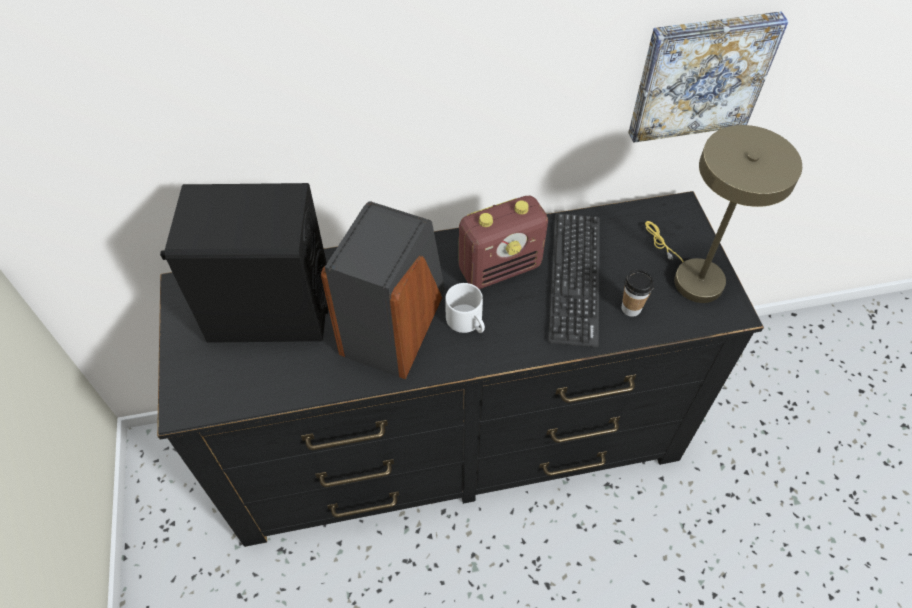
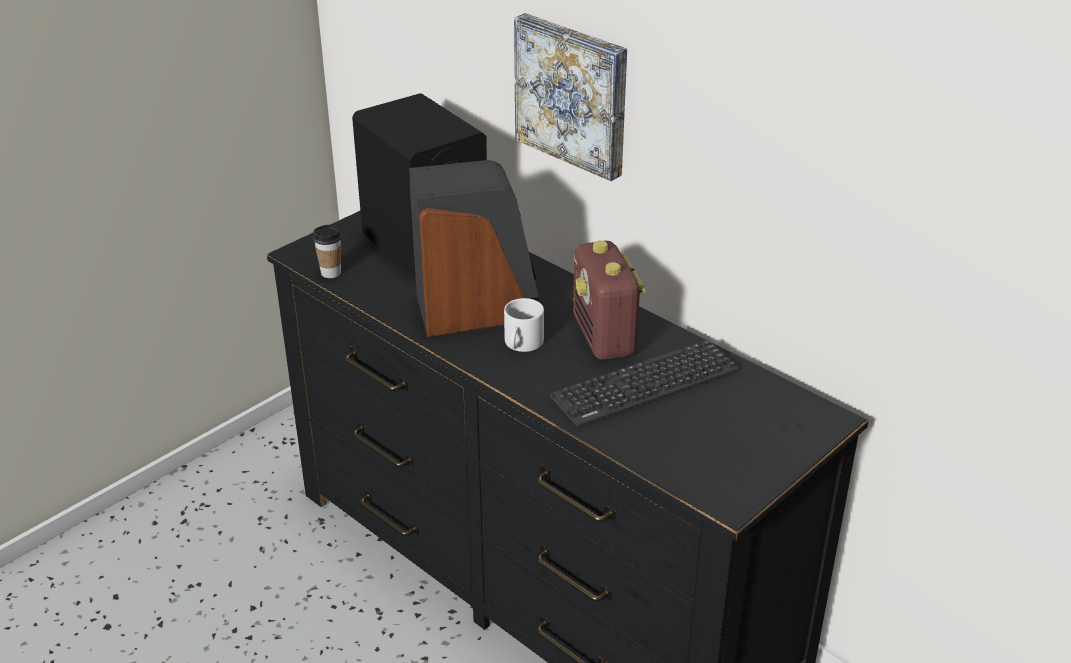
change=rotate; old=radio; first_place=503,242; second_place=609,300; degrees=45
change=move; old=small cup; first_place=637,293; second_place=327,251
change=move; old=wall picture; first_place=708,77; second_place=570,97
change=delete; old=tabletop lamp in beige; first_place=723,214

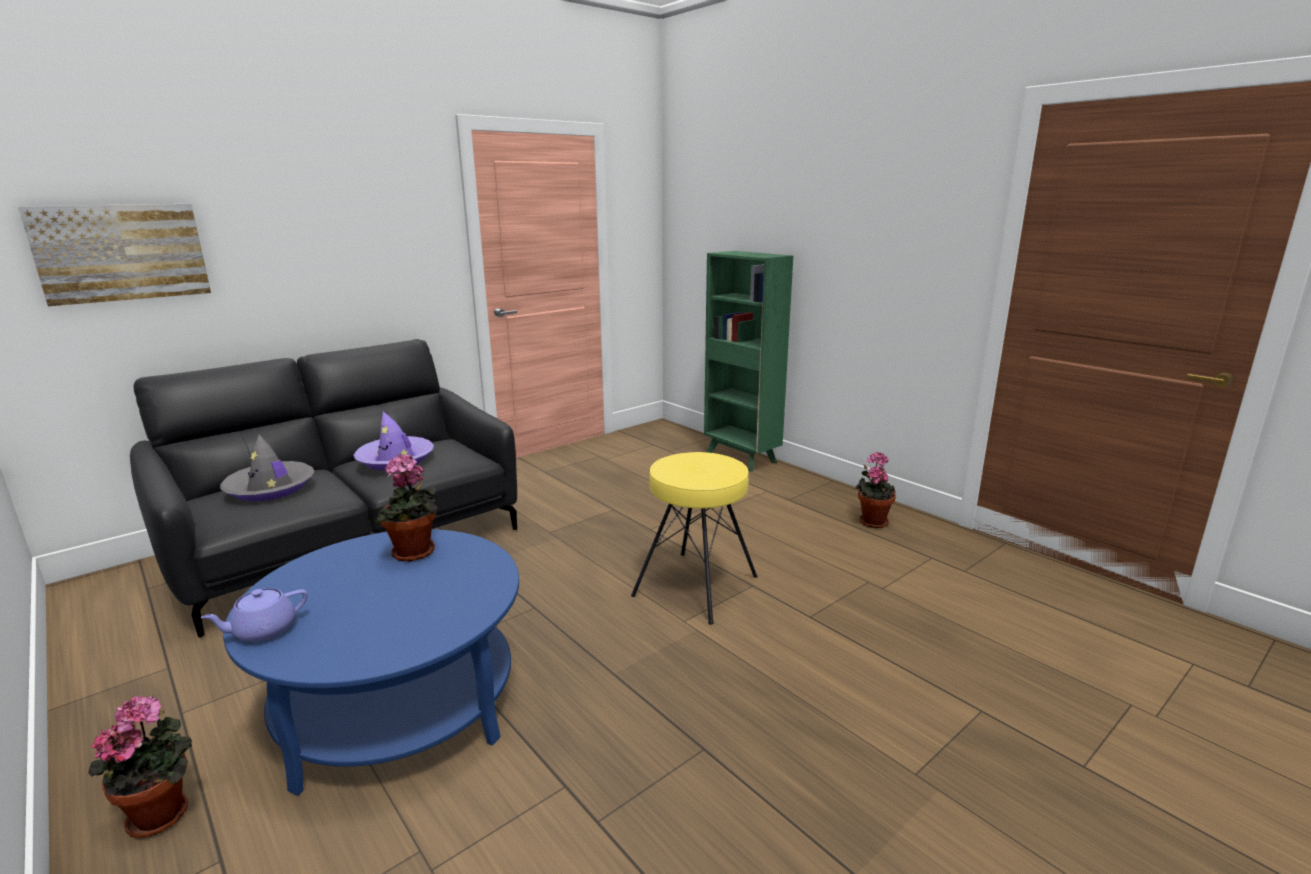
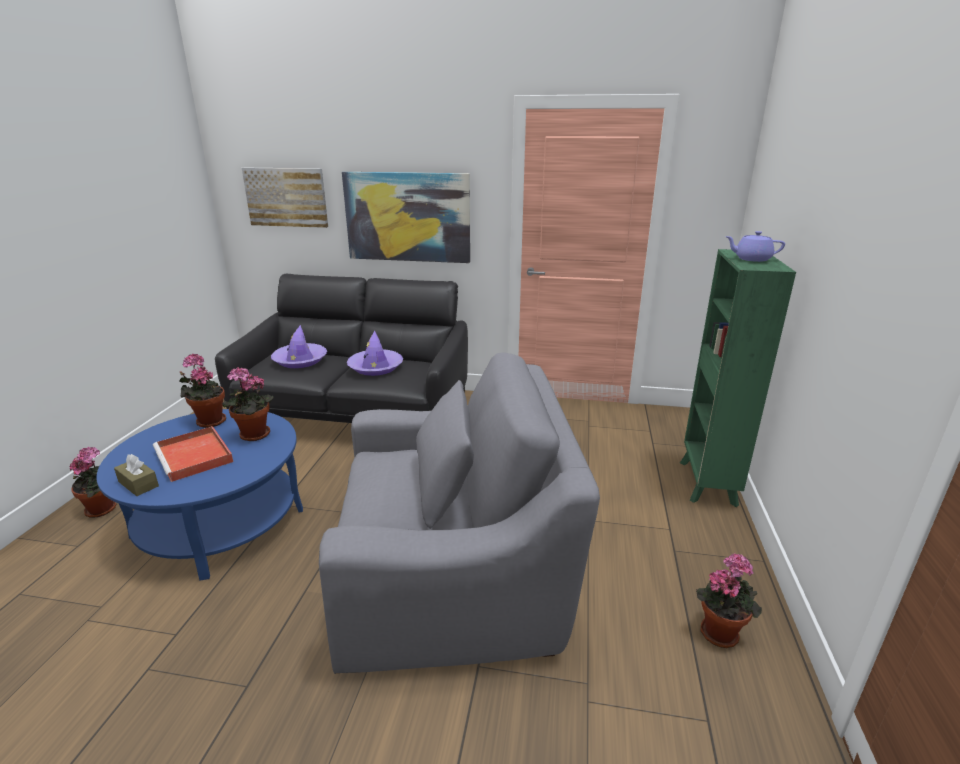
change=move; old=tea pot in purple-coloured; first_place=254,615; second_place=755,246
change=recolor; old=clothing hat in greyish; new=clothing hat in purple-coloured; first_place=267,468; second_place=299,346
change=replace; old=stool in yellowish; new=armchair in greyish; first_place=694,538; second_place=459,513
change=insert; new=tissue box in brown; second_place=136,475
change=insert; new=carrying tray in red; second_place=193,454
change=insert; new=plant in a pot; second_place=202,391
change=insert; new=wall picture; second_place=406,217

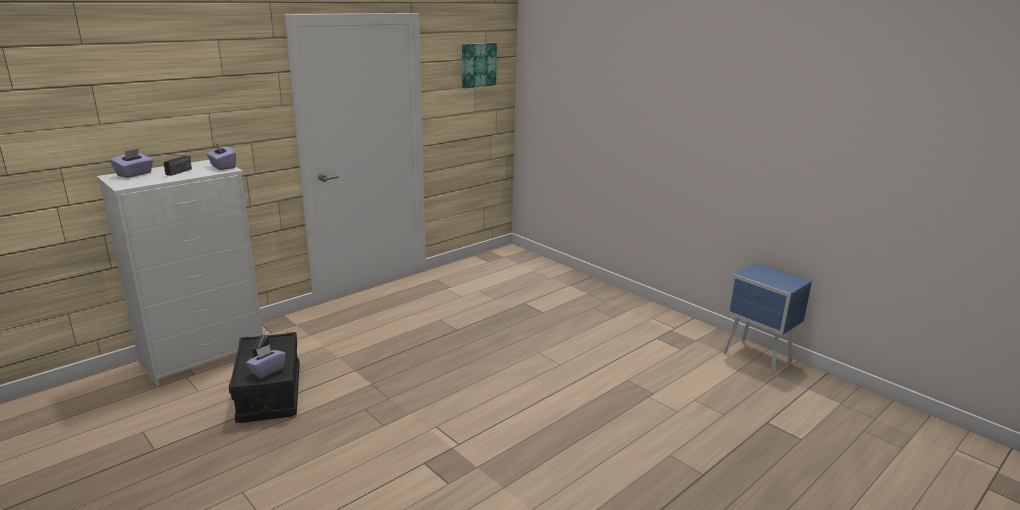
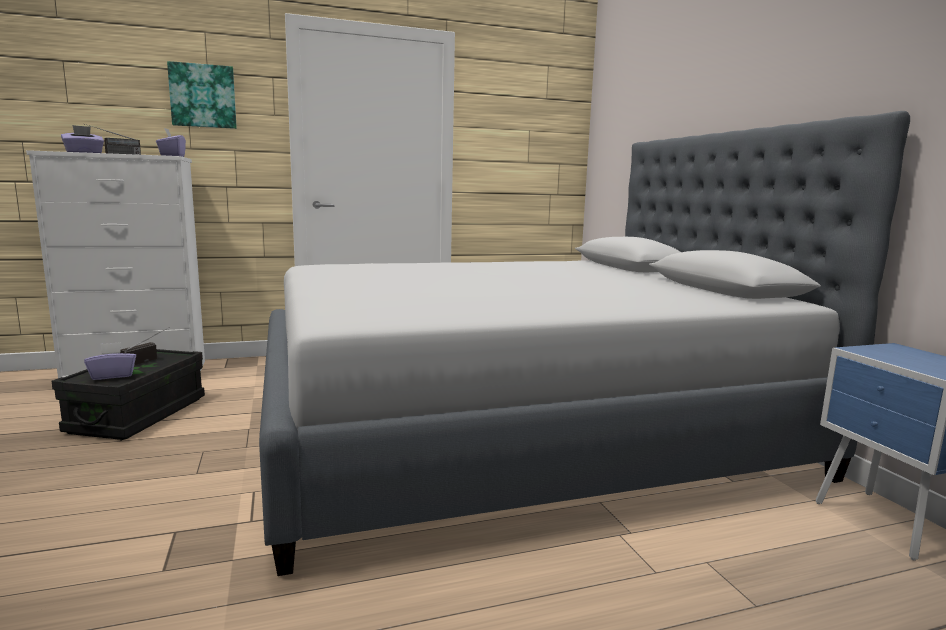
change=move; old=wall picture; first_place=479,65; second_place=202,95
change=insert; new=sleeping bed in greyish; second_place=584,343

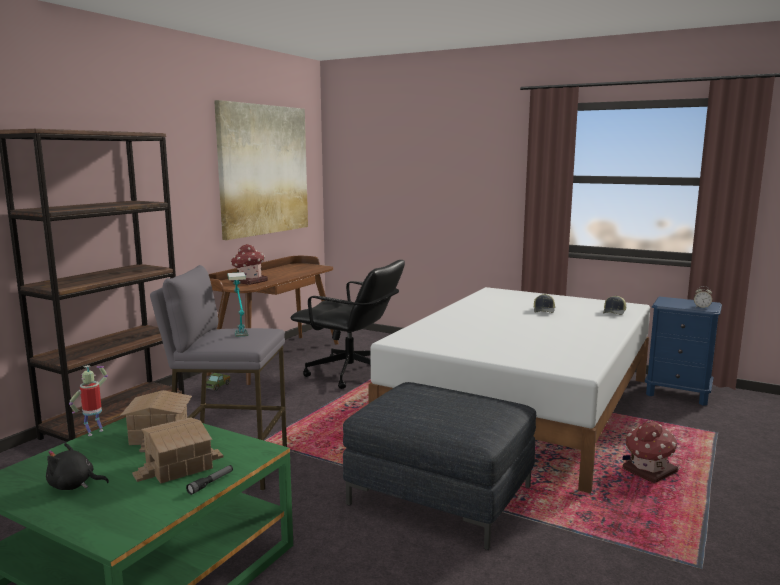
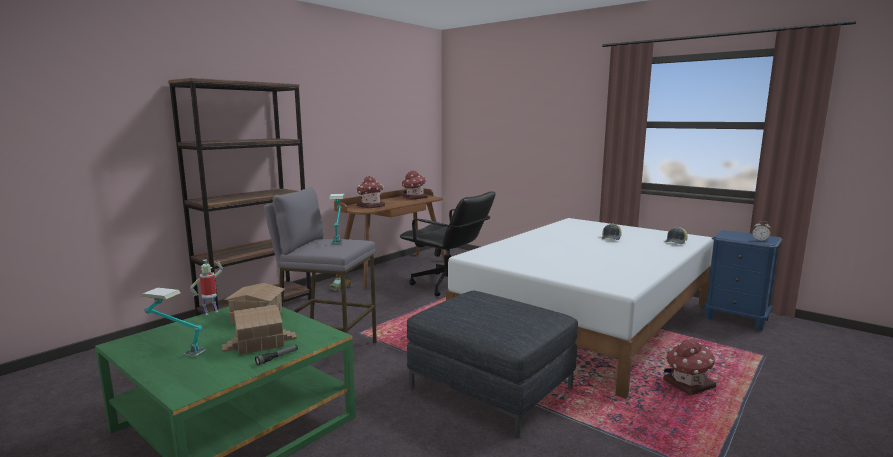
change=replace; old=plush toy in black-coloured; new=tabletop lamp; first_place=77,466; second_place=173,323
change=delete; old=wall picture; first_place=261,170
change=insert; new=miniature house; second_place=415,185

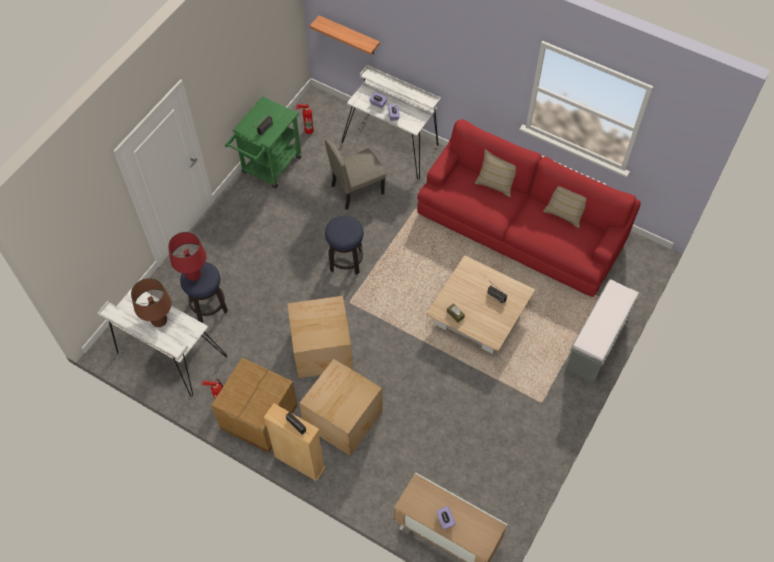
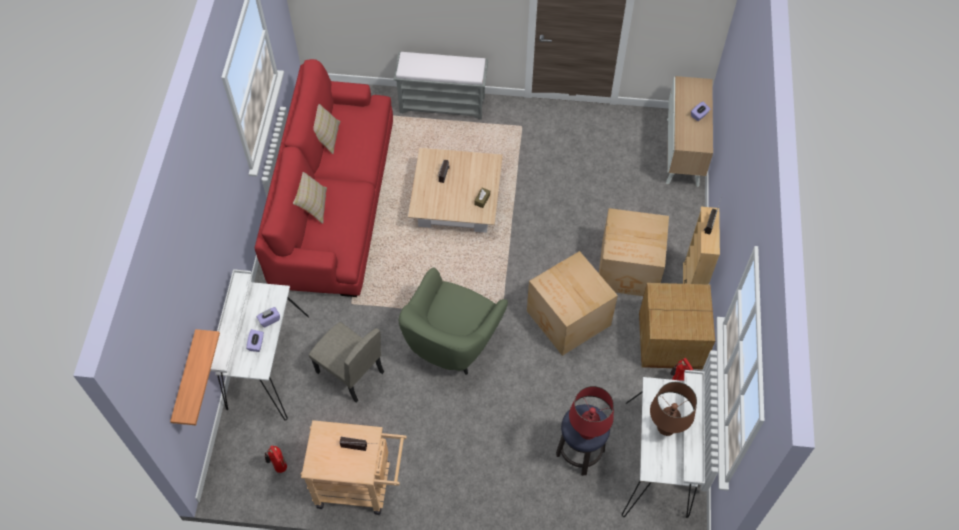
change=recolor; old=wheeled cart in greenish; new=wheeled cart in beige; first_place=263,142; second_place=354,467
change=replace; old=stool; new=armchair in greenish; first_place=344,245; second_place=453,321

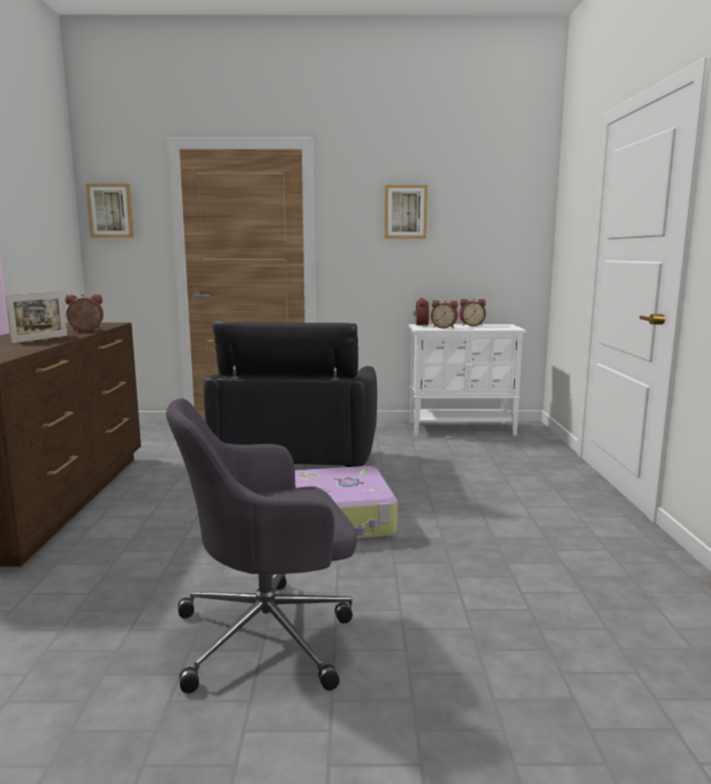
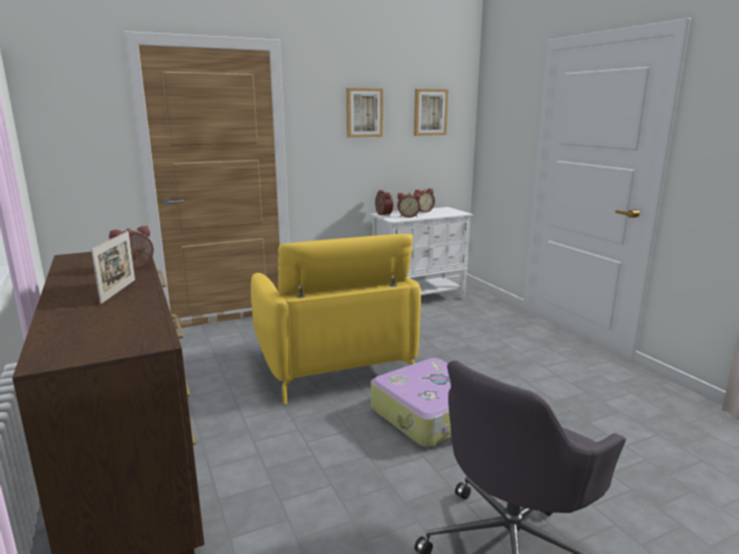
change=move; old=wall picture; first_place=110,210; second_place=431,112
change=recolor; old=armchair in black-coloured; new=armchair in yellowish; first_place=290,394; second_place=336,319

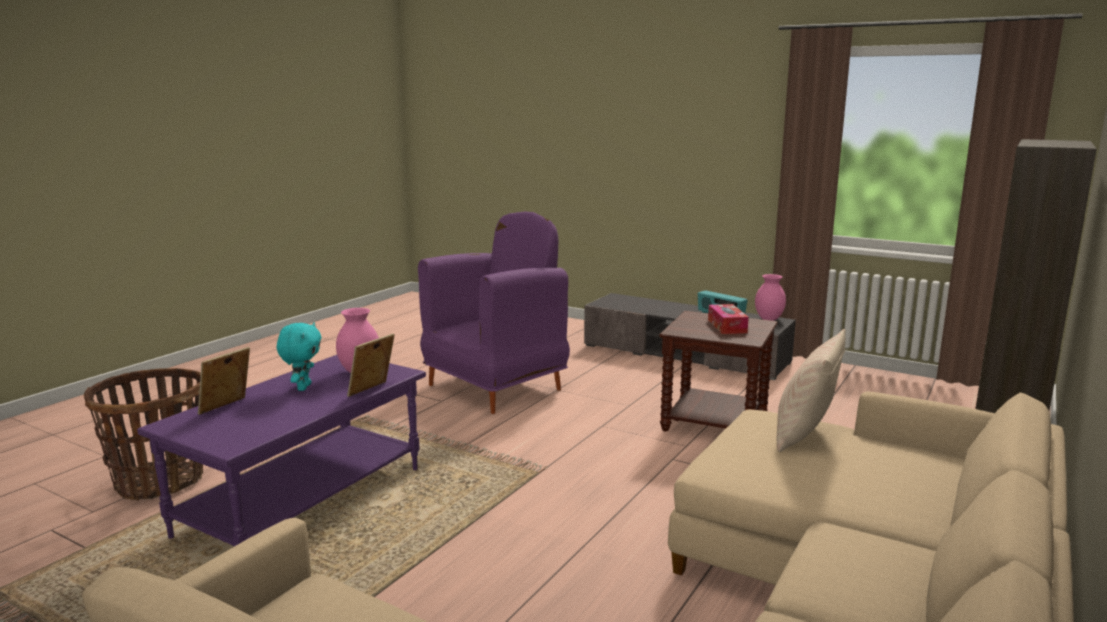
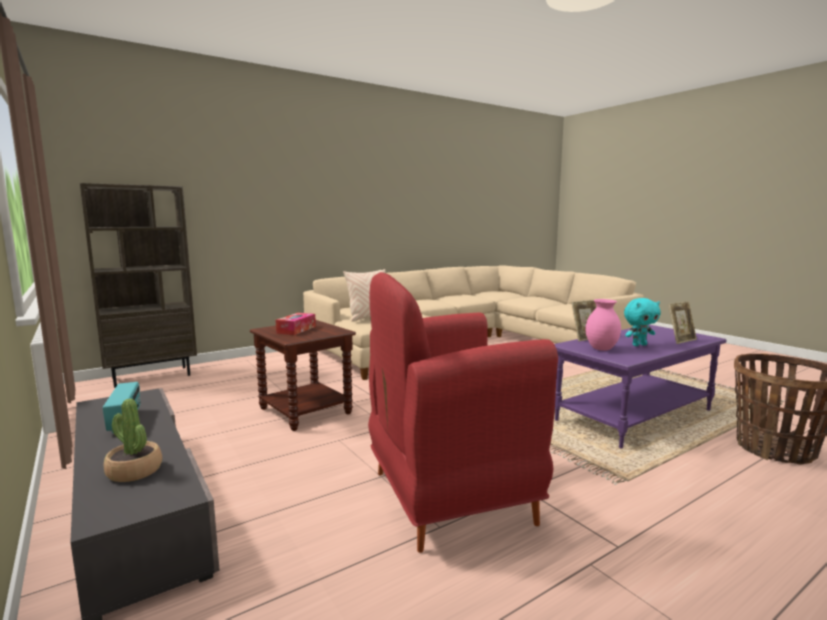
change=rotate; old=plush toy in turquoise-coloured; first_place=299,356; second_place=642,322; degrees=-135
change=recolor; old=armchair in purple-coloured; new=armchair in red; first_place=494,312; second_place=463,412
change=delete; old=vase in pink; first_place=770,297
change=insert; new=plant in a pot; second_place=133,440

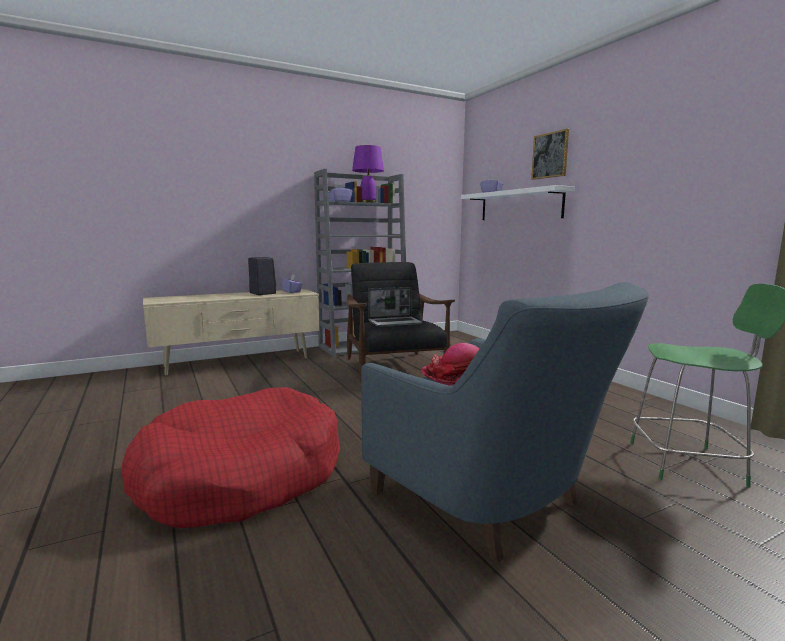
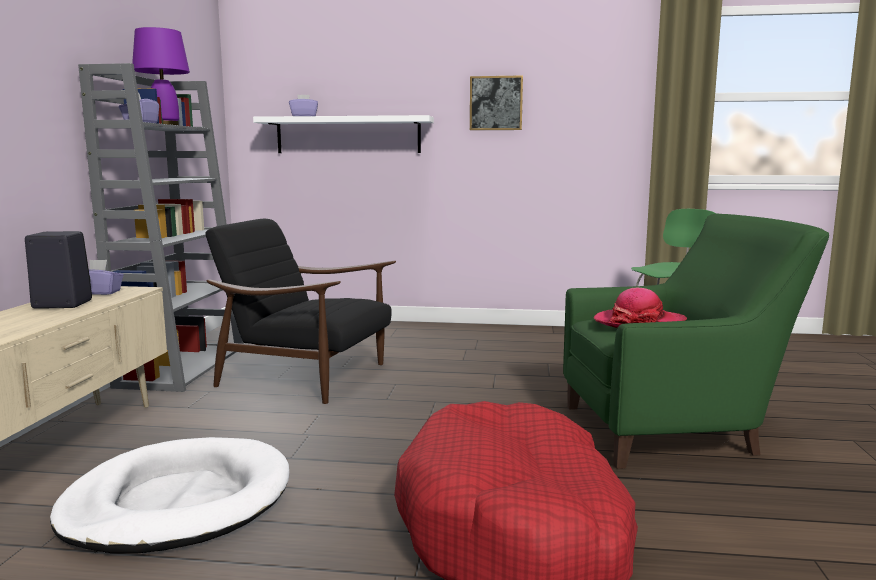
change=recolor; old=armchair in bluish; new=armchair in greenish; first_place=505,422; second_place=696,341
change=delete; old=laptop; first_place=395,307
change=move; old=wall picture; first_place=550,154; second_place=496,102
change=insert; new=dog cushion in white-coloured; second_place=169,495

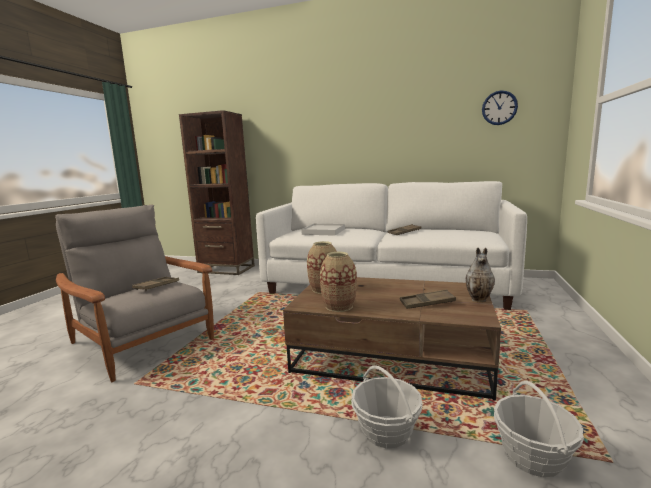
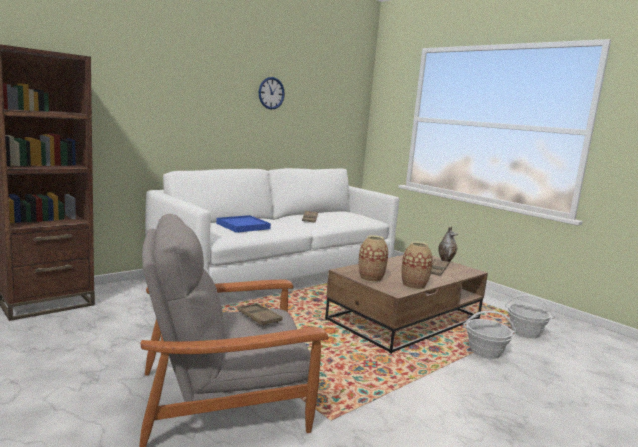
change=recolor; old=carrying tray in white-coloured; new=carrying tray in bluish; first_place=323,230; second_place=243,224
change=move; old=hanging clock; first_place=500,107; second_place=272,93

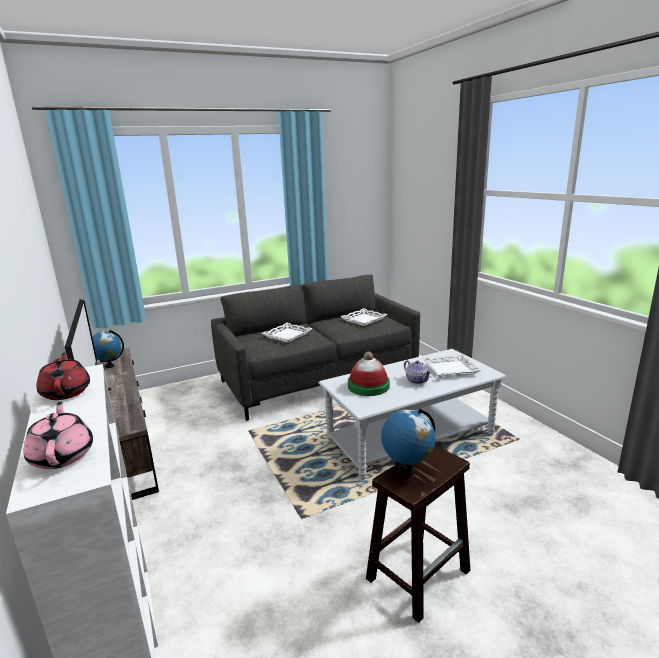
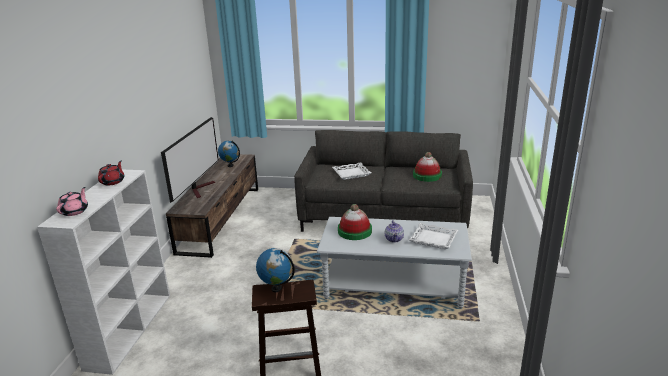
change=replace; old=carrying tray in white-coloured; new=clothing hat; first_place=363,317; second_place=427,167

